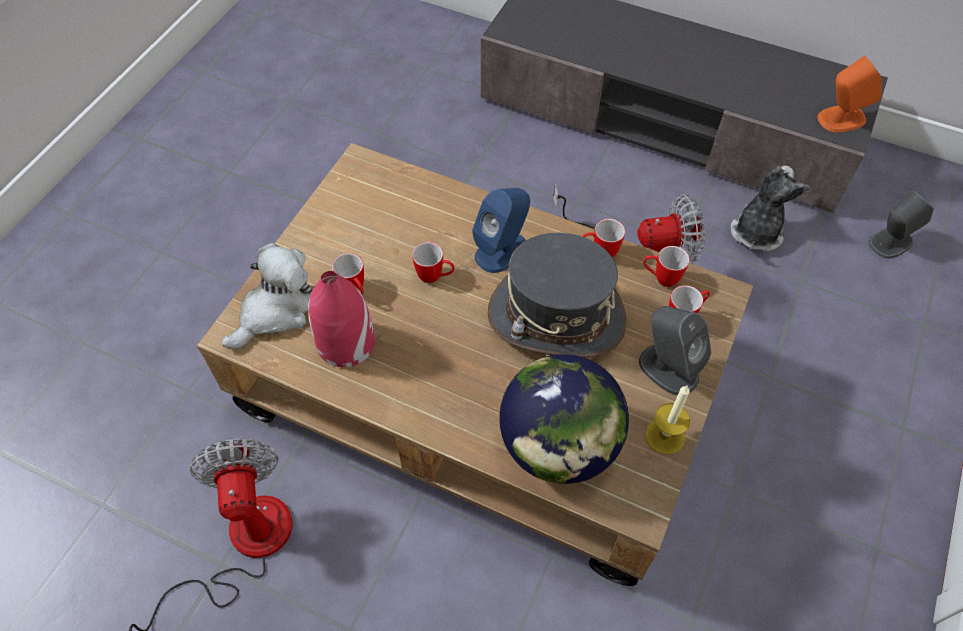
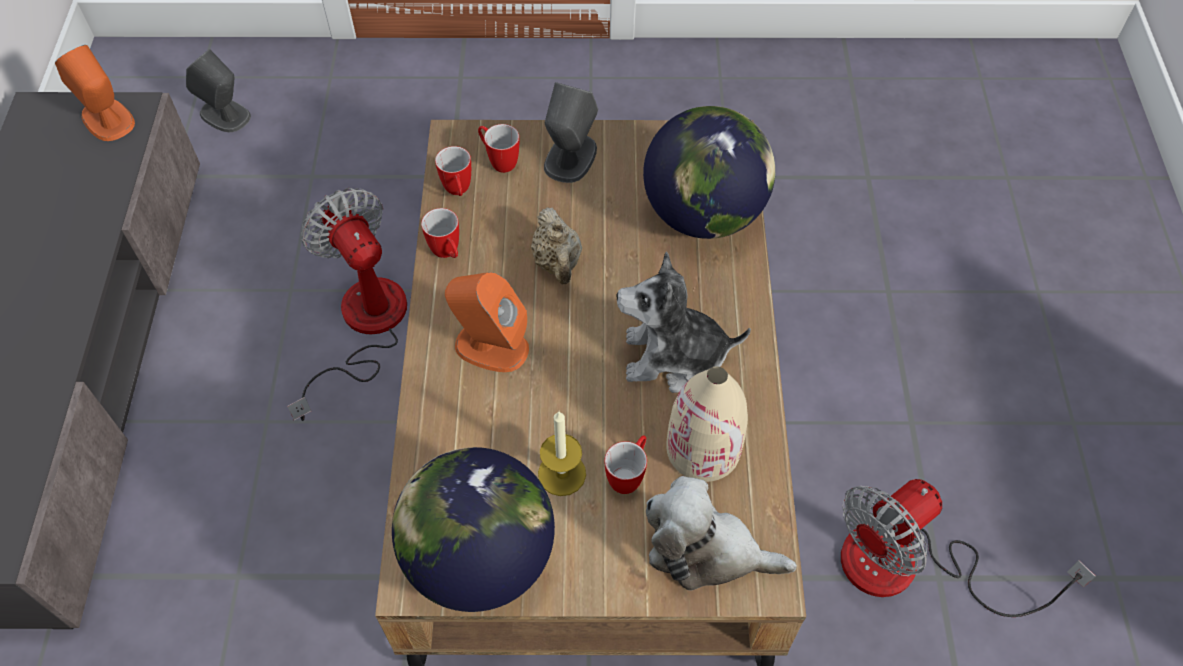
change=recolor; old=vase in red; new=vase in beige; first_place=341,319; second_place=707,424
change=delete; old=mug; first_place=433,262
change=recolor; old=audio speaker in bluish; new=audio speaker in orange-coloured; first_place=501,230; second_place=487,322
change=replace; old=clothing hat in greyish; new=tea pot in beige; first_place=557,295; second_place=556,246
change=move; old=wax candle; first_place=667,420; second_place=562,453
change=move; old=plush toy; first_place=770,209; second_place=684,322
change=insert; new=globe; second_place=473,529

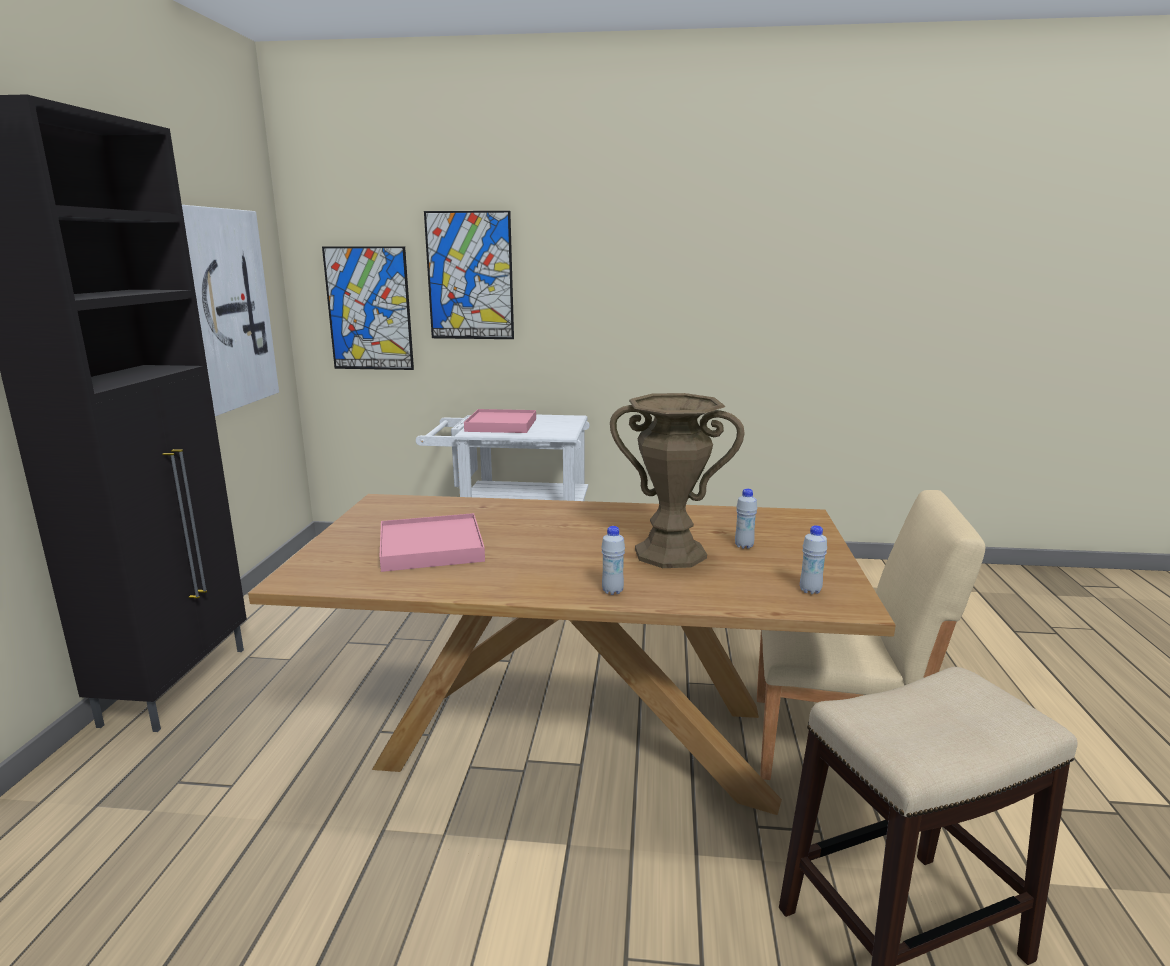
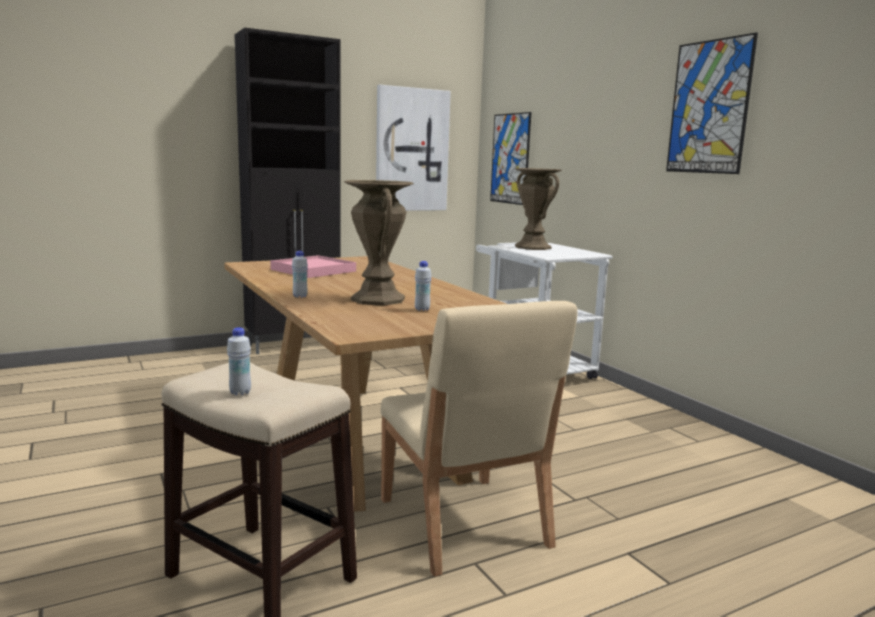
change=move; old=wall picture; first_place=469,275; second_place=712,103
change=replace; old=carrying tray in pink; new=vase in brown; first_place=500,421; second_place=538,209
change=move; old=bottle in white-coloured; first_place=813,559; second_place=239,361

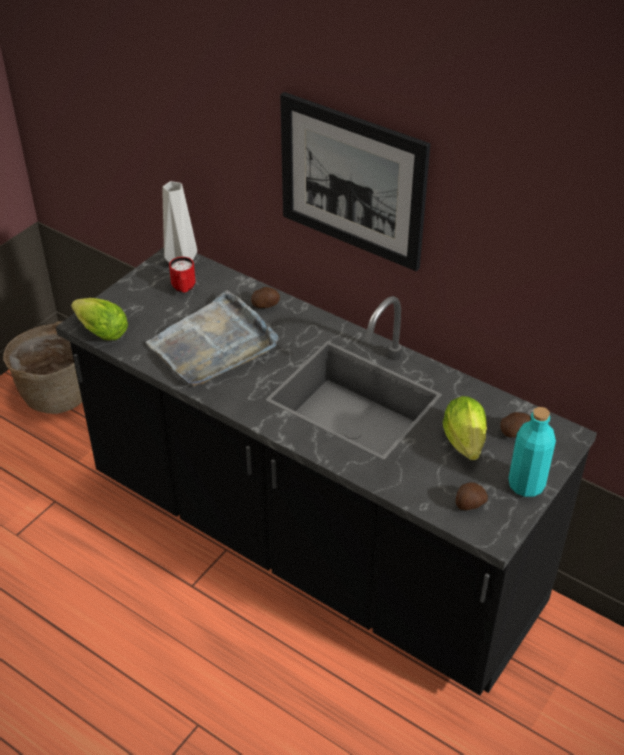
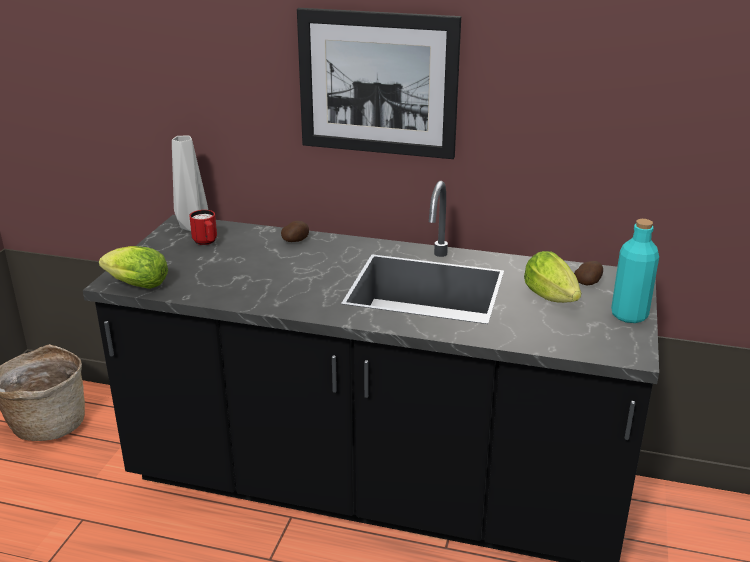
change=delete; old=carrying tray in greyish; first_place=211,338
change=delete; old=whole potato; first_place=472,496

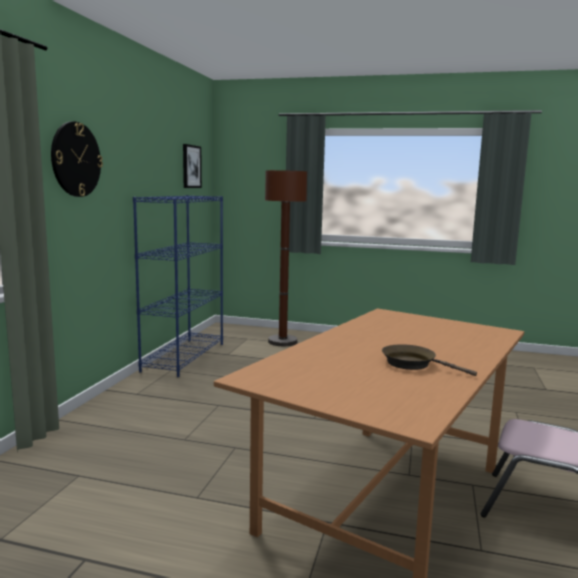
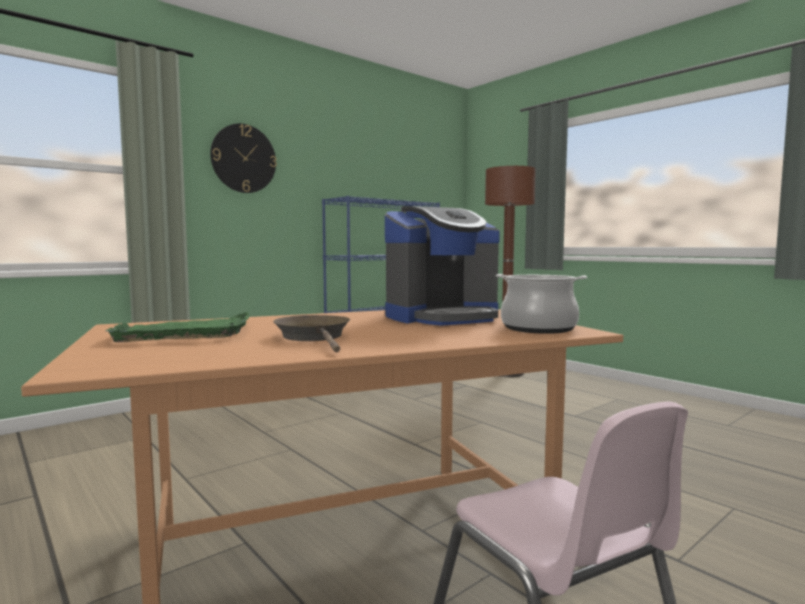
change=delete; old=wall picture; first_place=192,166
change=insert; new=carrying tray in greenish; second_place=177,327
change=insert; new=coffee maker; second_place=442,266
change=insert; new=stockpot; second_place=541,304

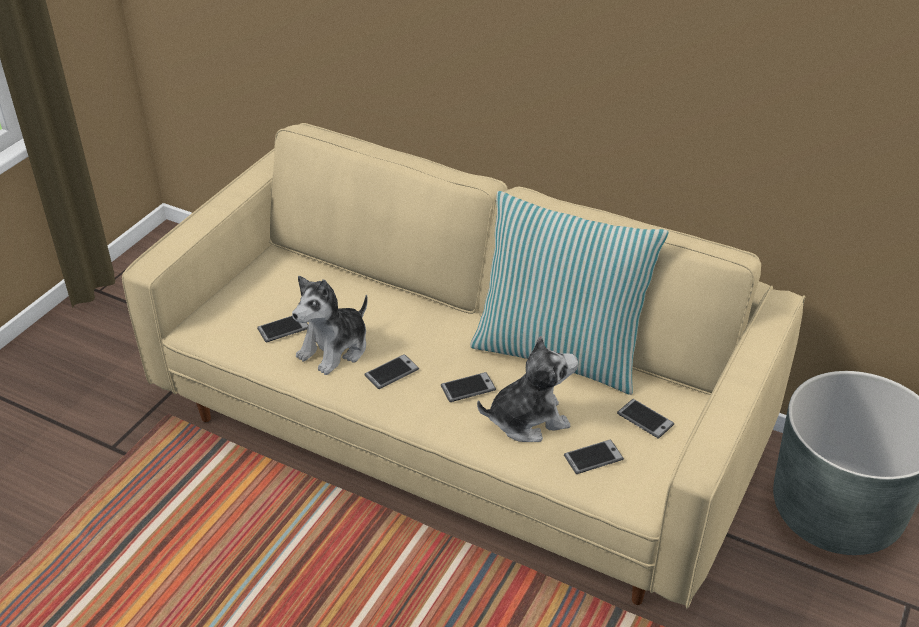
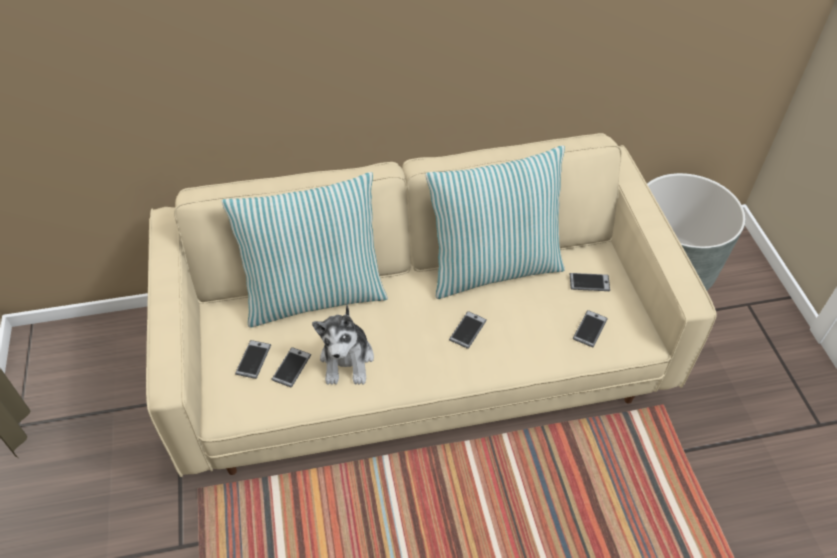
change=move; old=telephone; first_place=391,371; second_place=253,359
change=delete; old=plush toy; first_place=527,389
change=insert; new=throw pillow; second_place=304,250

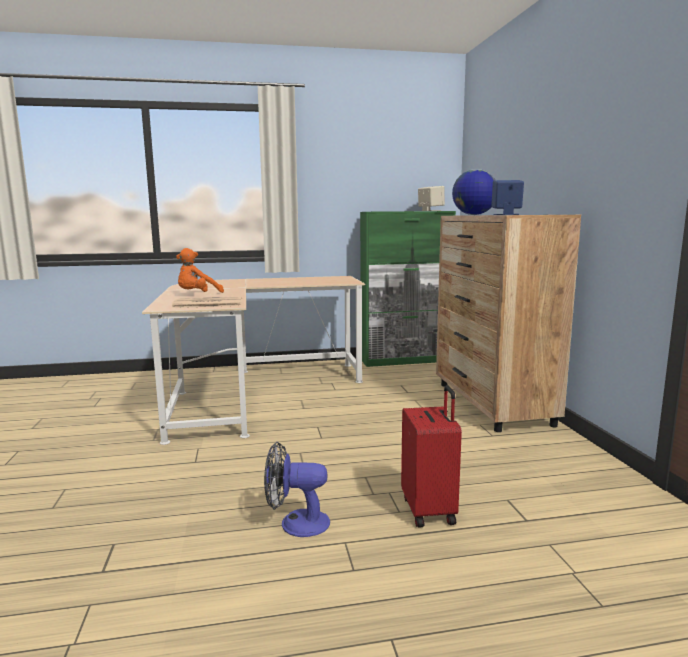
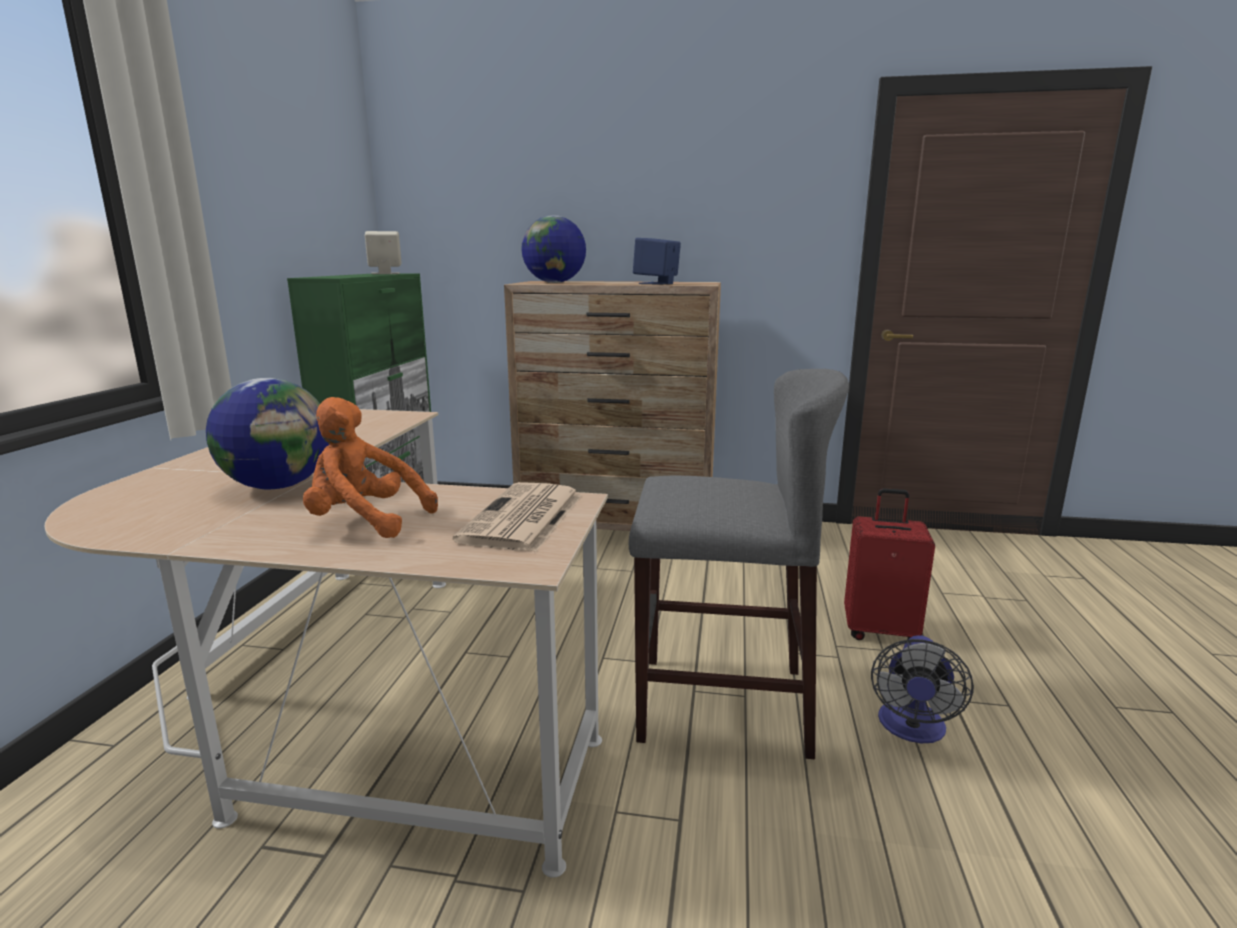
change=rotate; old=plush toy in orange-coloured; first_place=200,270; second_place=370,467; degrees=135
change=insert; new=globe; second_place=267,433
change=insert; new=stool in greyish; second_place=739,564

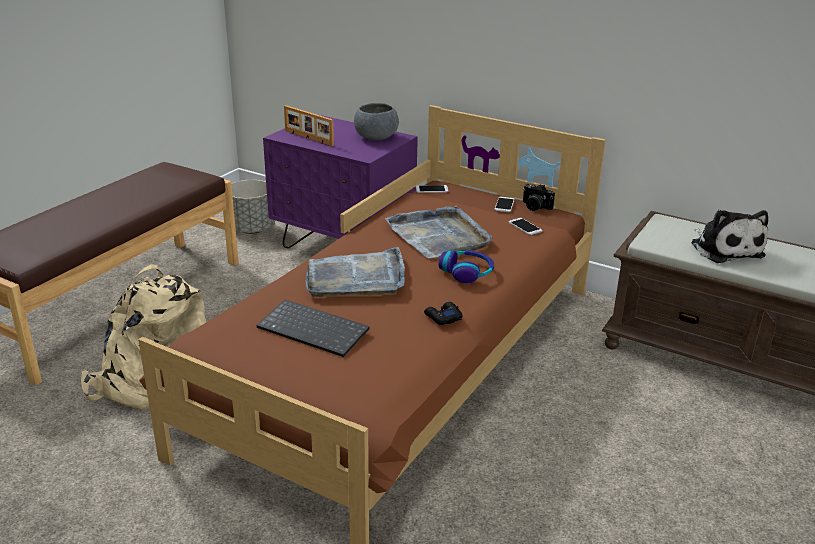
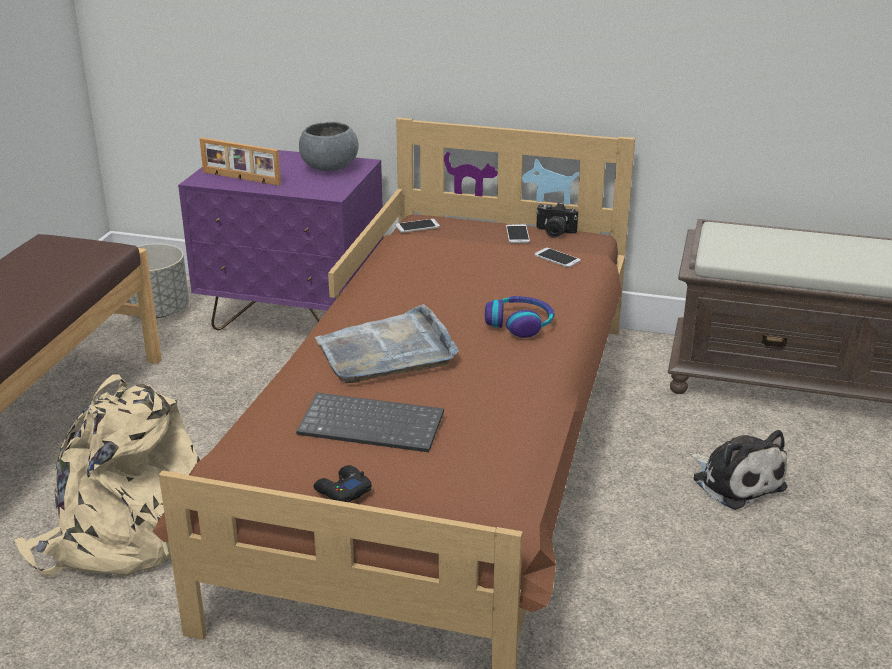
change=delete; old=carrying tray in greyish; first_place=438,232
change=move; old=joypad in black-coloured; first_place=443,313; second_place=342,483
change=move; old=plush toy; first_place=729,236; second_place=739,470

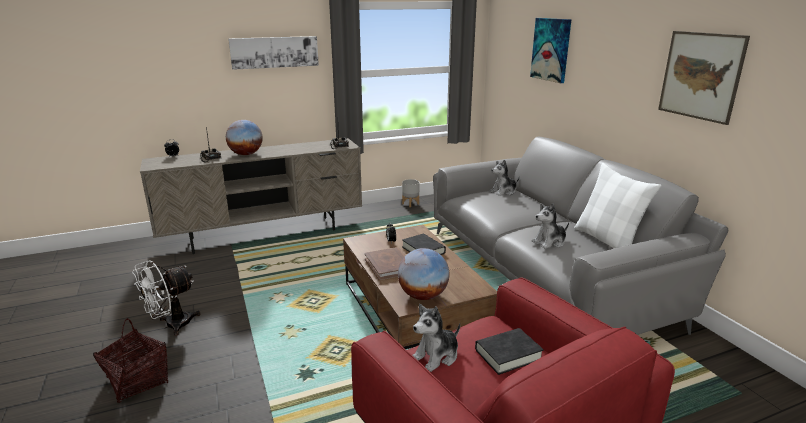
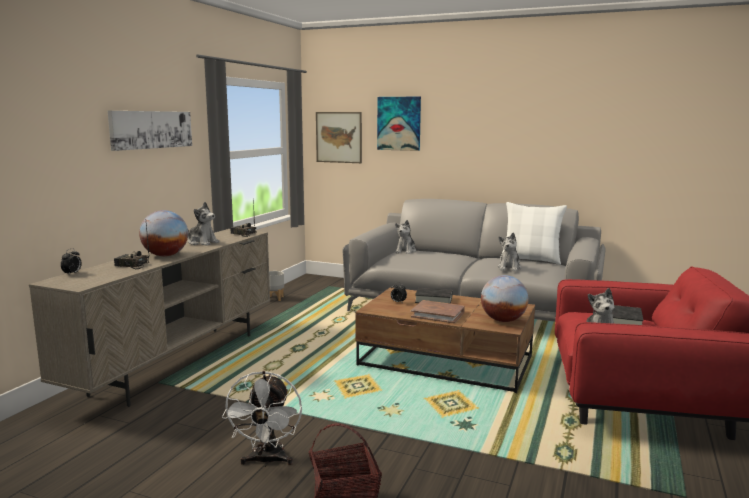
change=move; old=wall picture; first_place=704,78; second_place=339,137
change=insert; new=plush toy; second_place=204,224

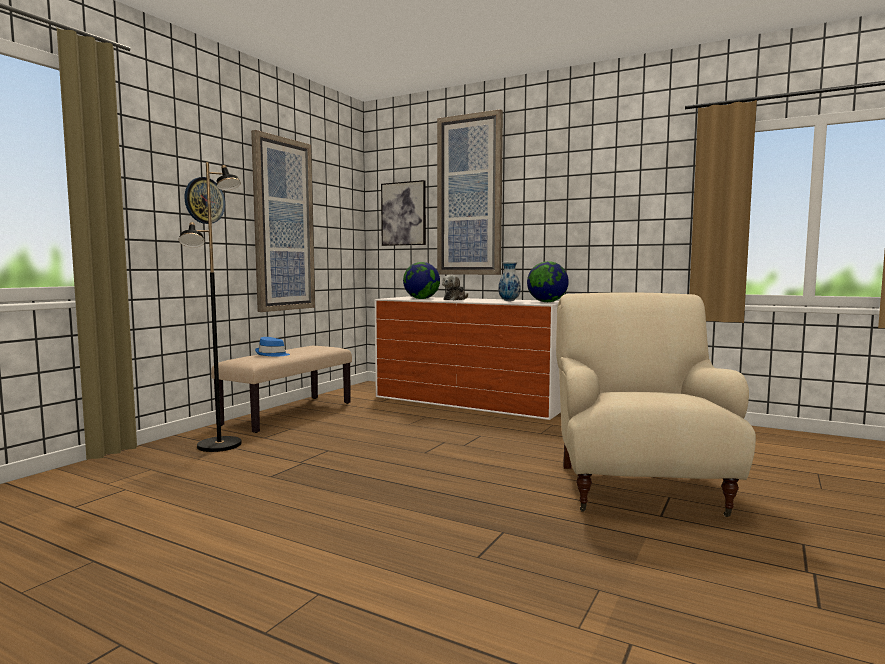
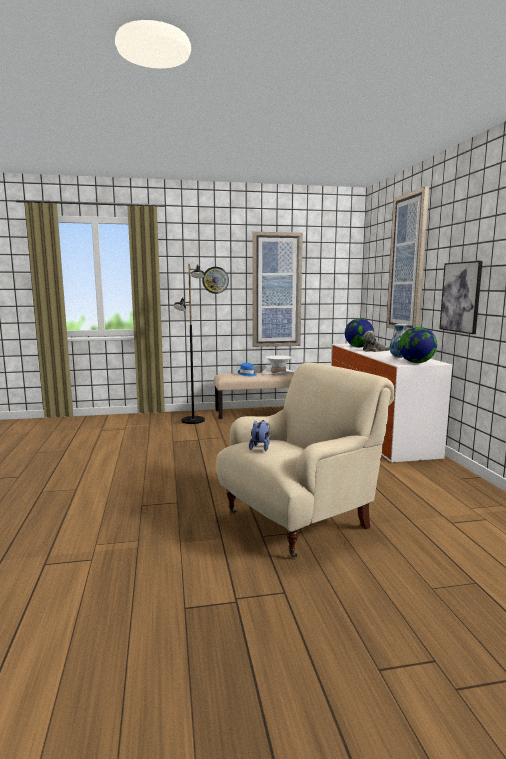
change=move; old=wall picture; first_place=403,213; second_place=461,297
change=insert; new=plush toy; second_place=259,435
change=insert; new=clothing hat in white-coloured; second_place=278,365

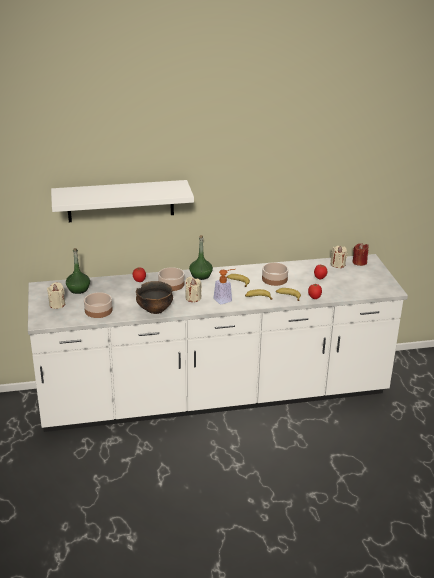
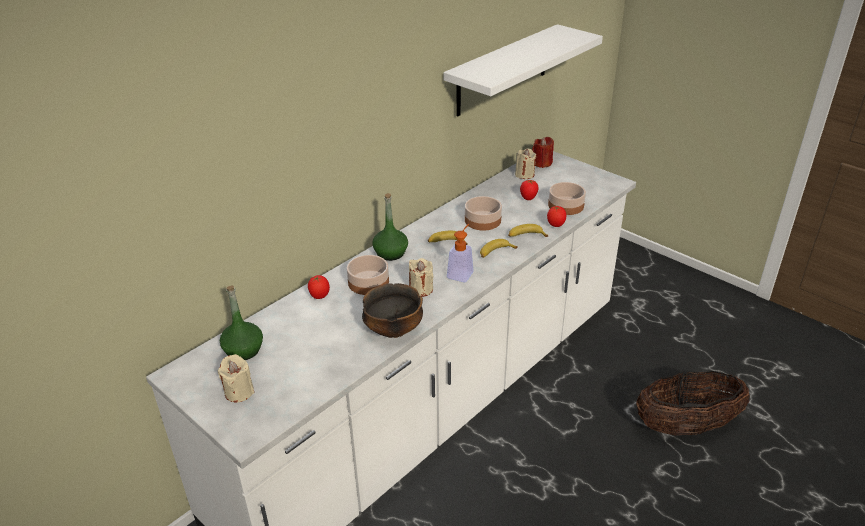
change=move; old=shelf in white-coloured; first_place=122,201; second_place=523,70
change=move; old=bowl; first_place=98,305; second_place=567,198
change=insert; new=basket; second_place=693,403

